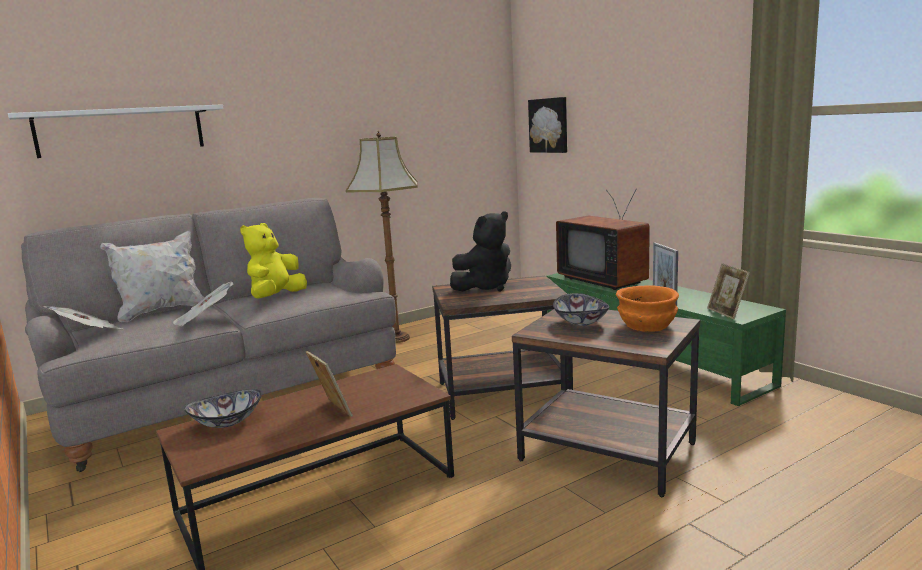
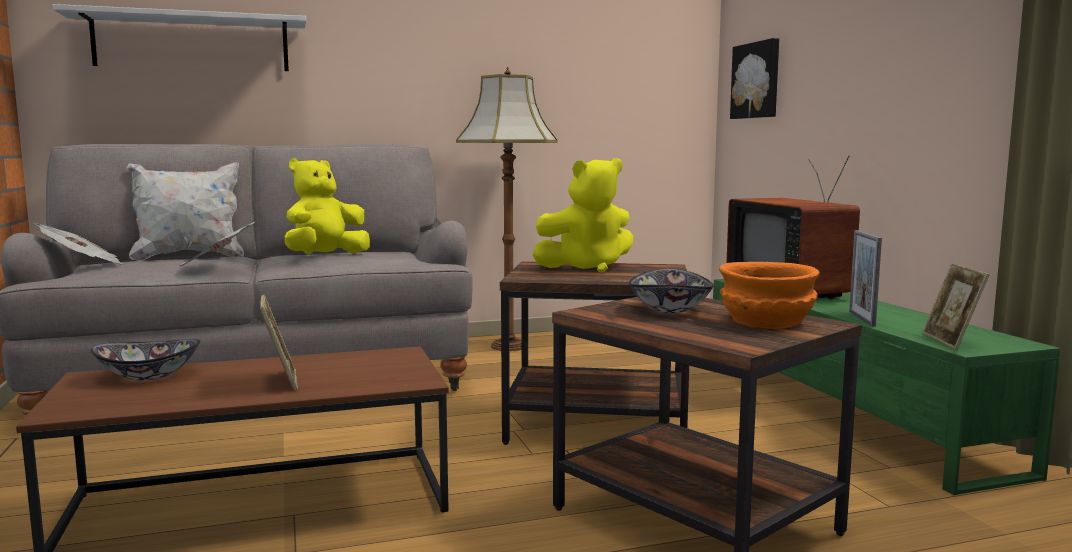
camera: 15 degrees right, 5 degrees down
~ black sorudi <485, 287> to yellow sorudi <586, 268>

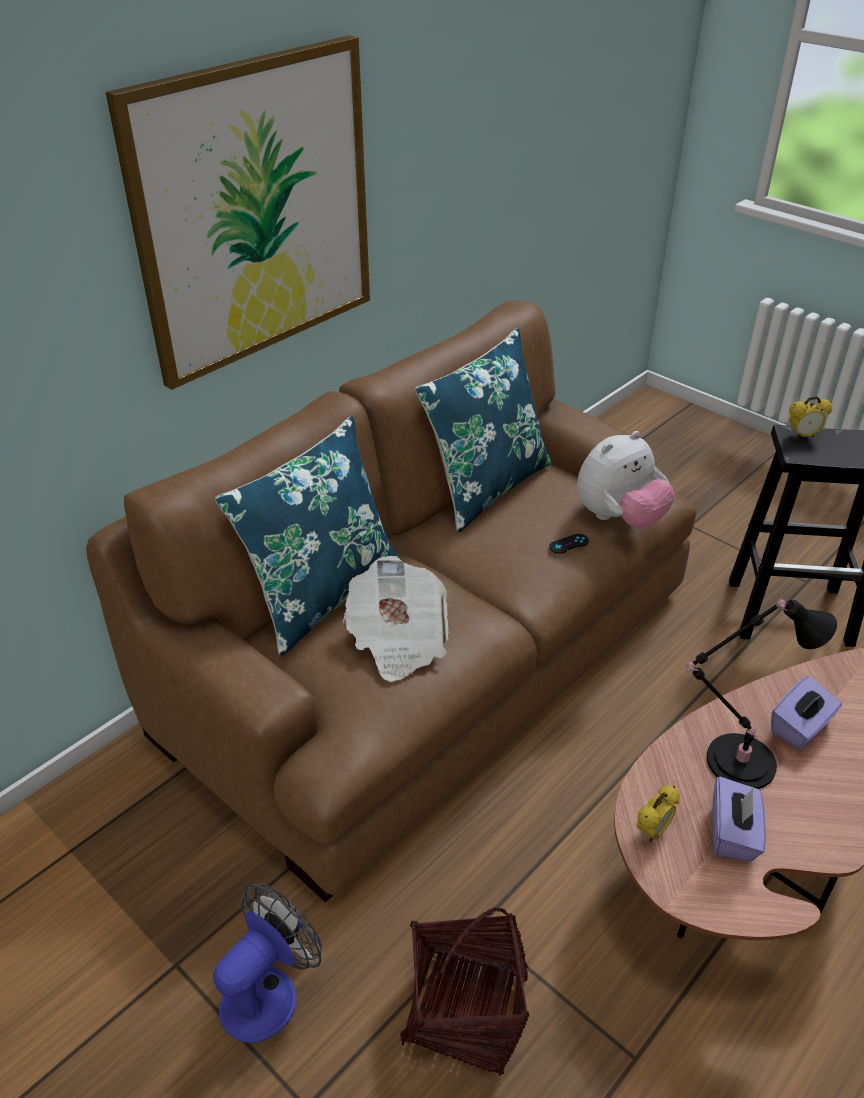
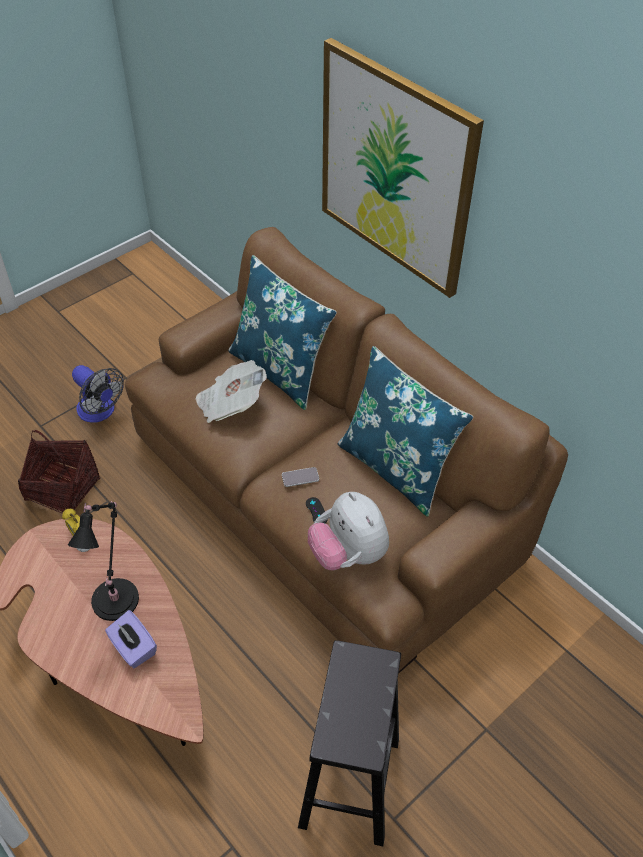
camera: 95 degrees right, 10 degrees up
- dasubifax <802, 436>
- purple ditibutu <733, 834>
+ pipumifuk <300, 477>

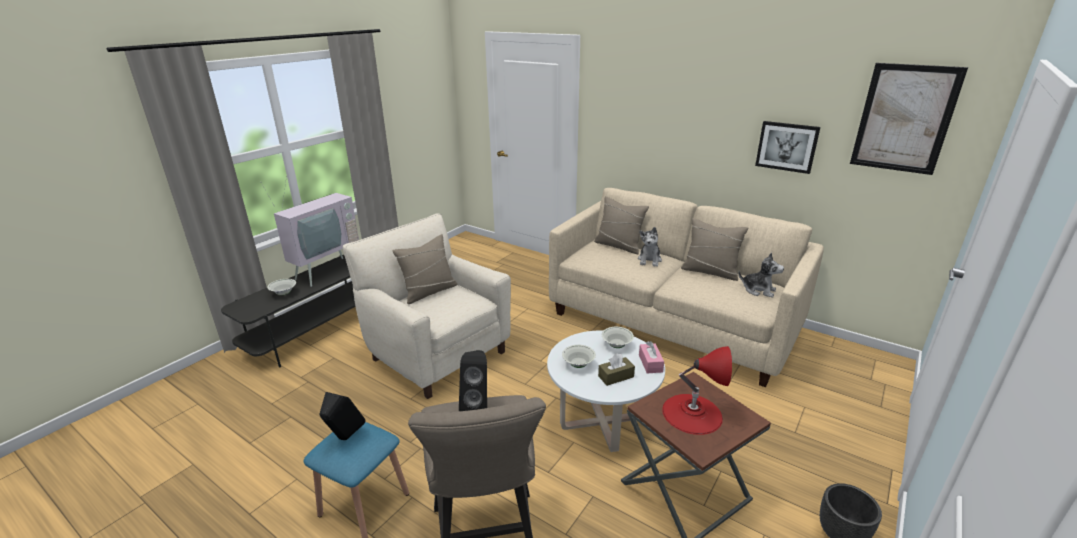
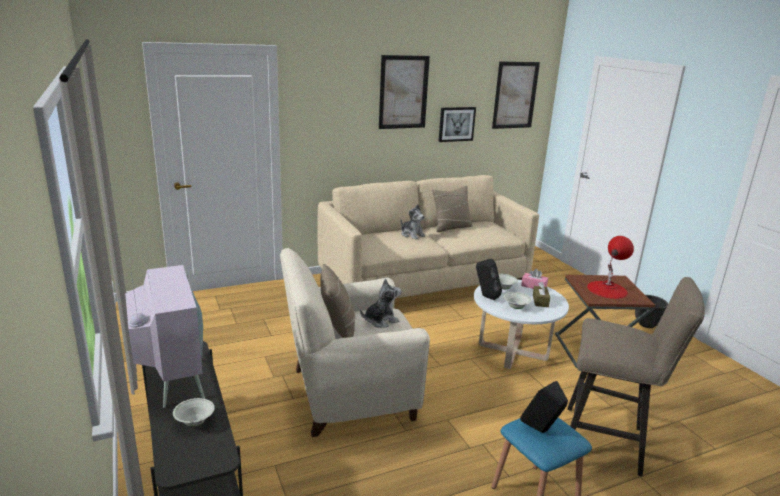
camera: 60 degrees left, 5 degrees down
- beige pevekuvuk <619, 246>
~ sorudi <758, 290> to <380, 321>
~ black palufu <478, 408> to <485, 296>
+ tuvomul <403, 92>

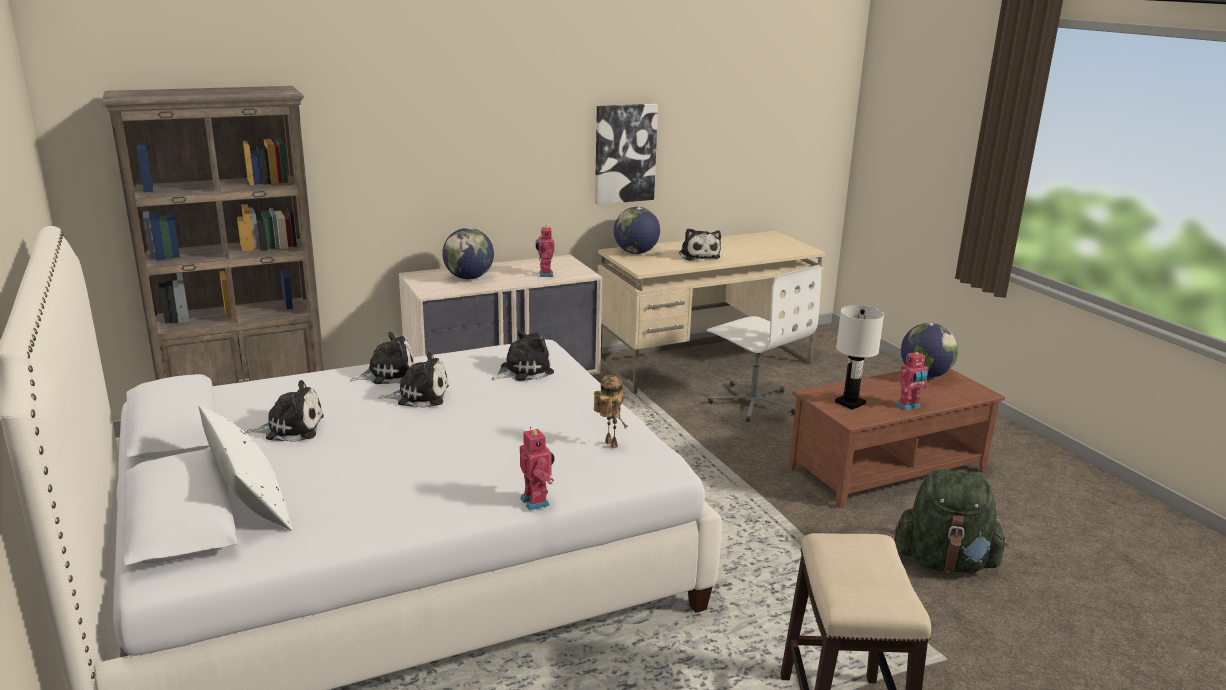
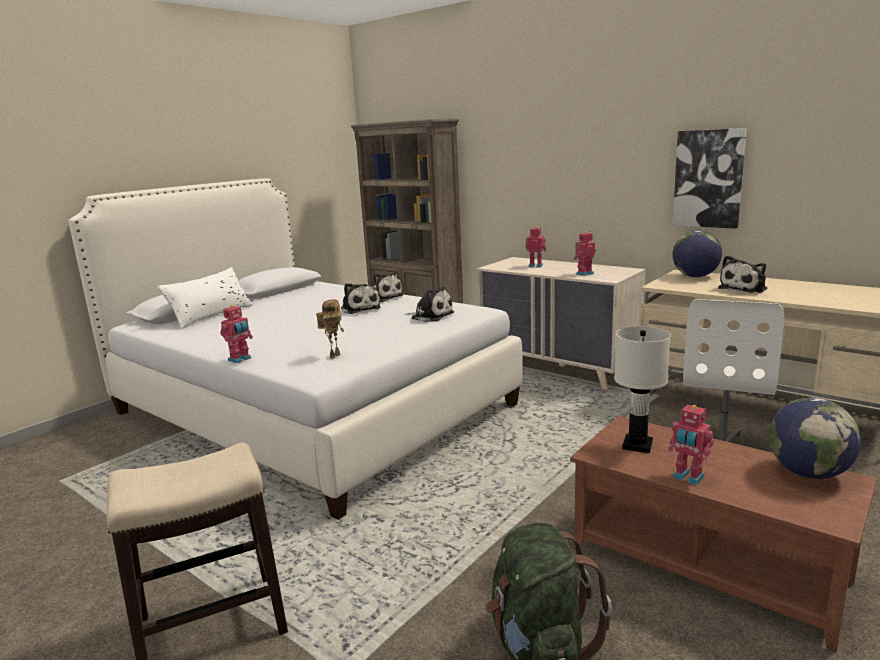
camera: 65 degrees right, 5 degrees down
~ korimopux <469, 278> to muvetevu <535, 266>
- sorudi <291, 428>

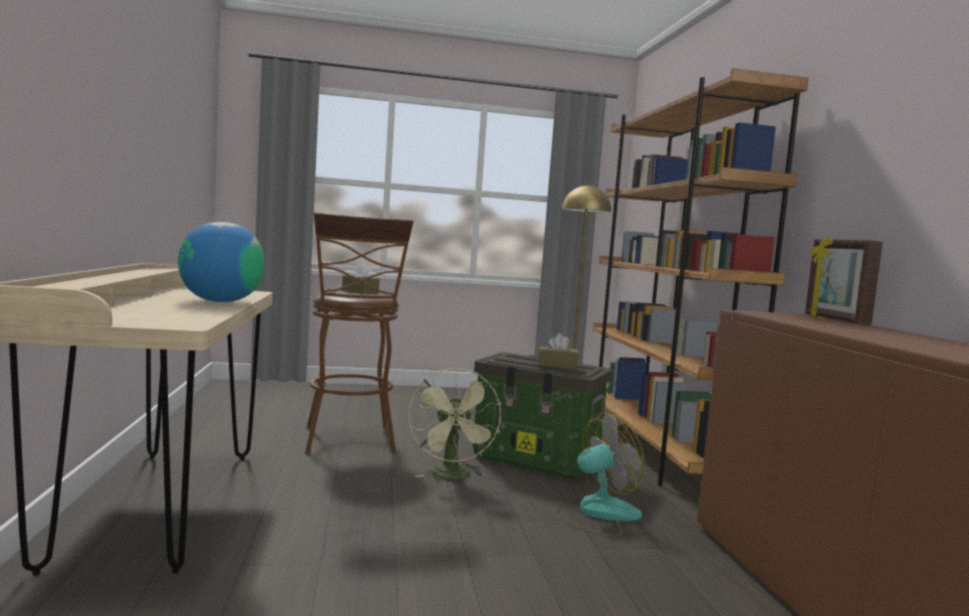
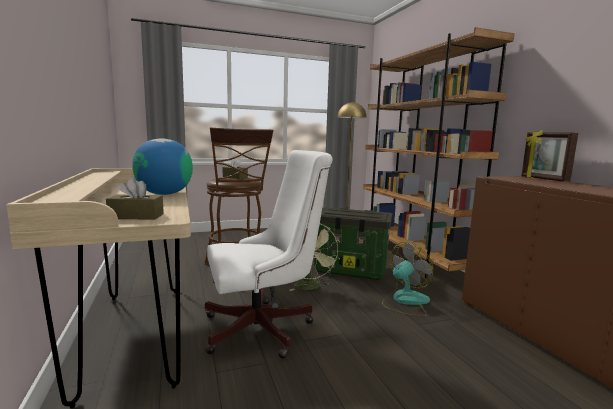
camera: 10 degrees left, 5 degrees up
~ brown ditibutu <557, 365> to <136, 216>
+ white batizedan <265, 328>

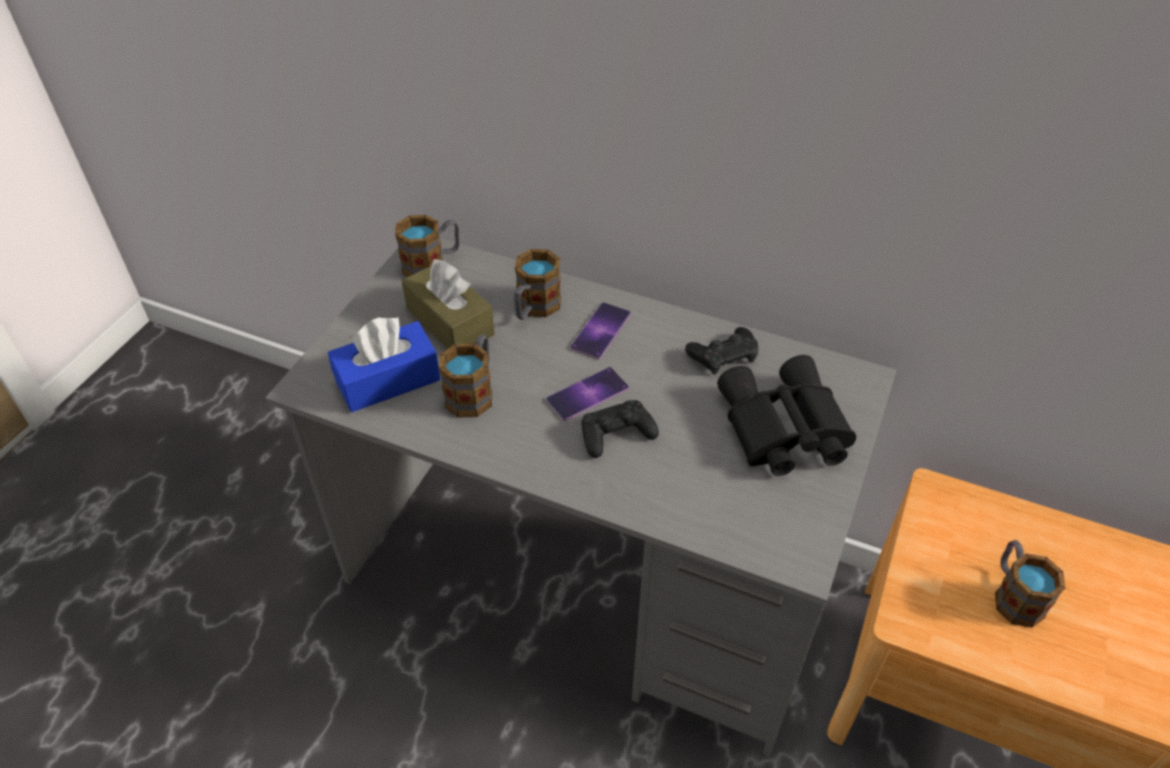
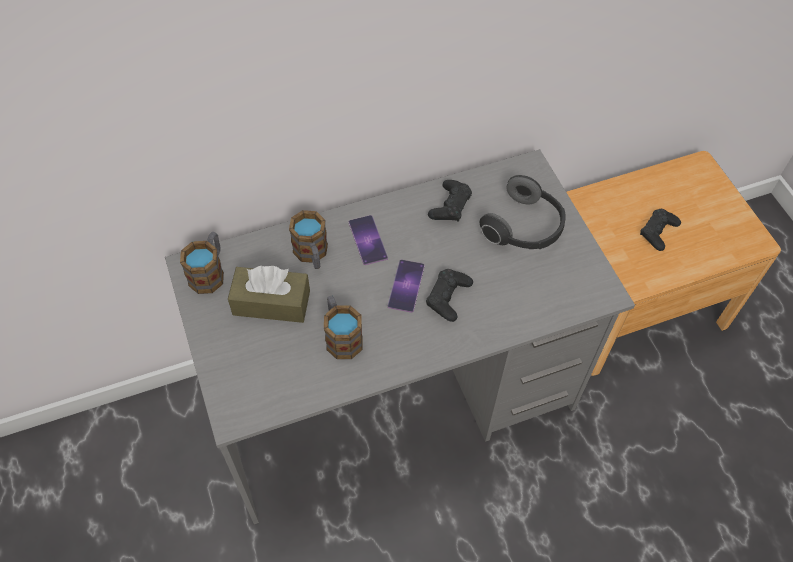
camera: 45 degrees left, 10 degrees up
- blue ditibutu <388, 380>
~ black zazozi <782, 429> to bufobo <524, 228>
~ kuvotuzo <1014, 595> to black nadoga <658, 232>

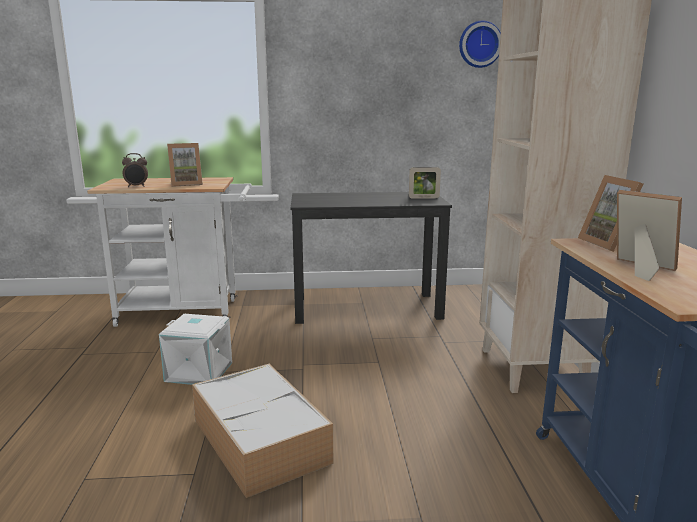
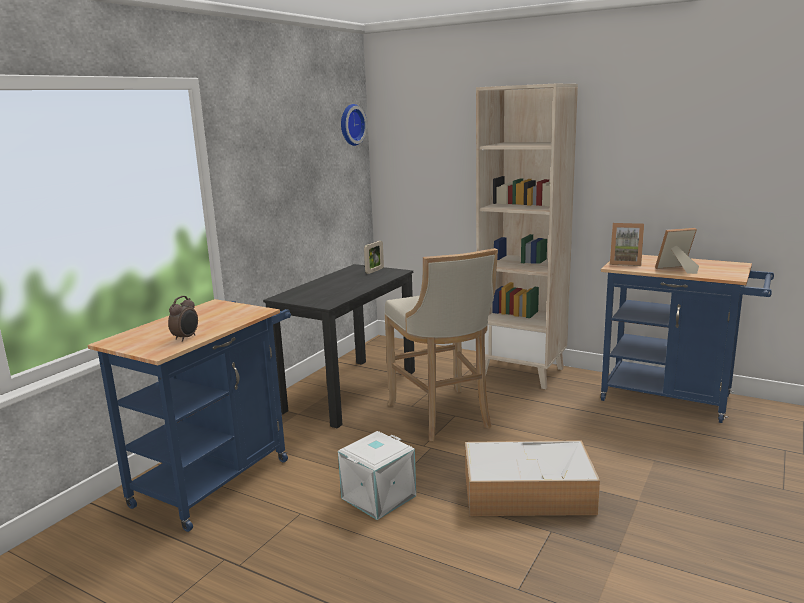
camera: 55 degrees left, 0 degrees up
- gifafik <186, 184>
~ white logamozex <186, 312> to blue logamozex <218, 477>
+ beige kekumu <443, 416>

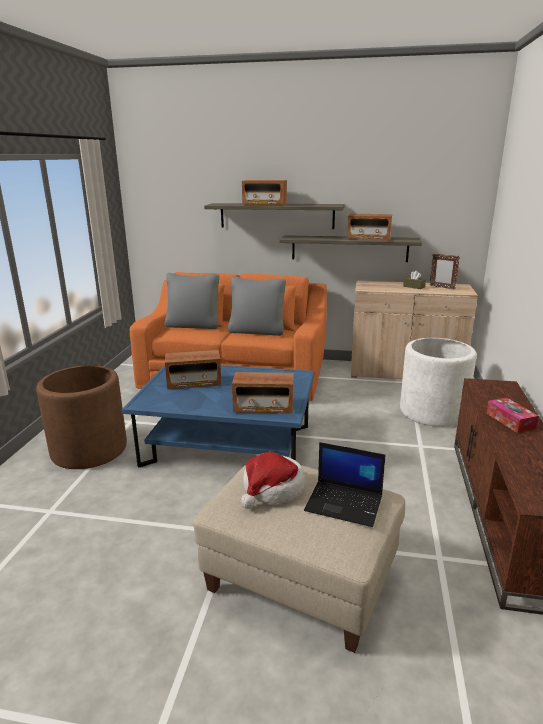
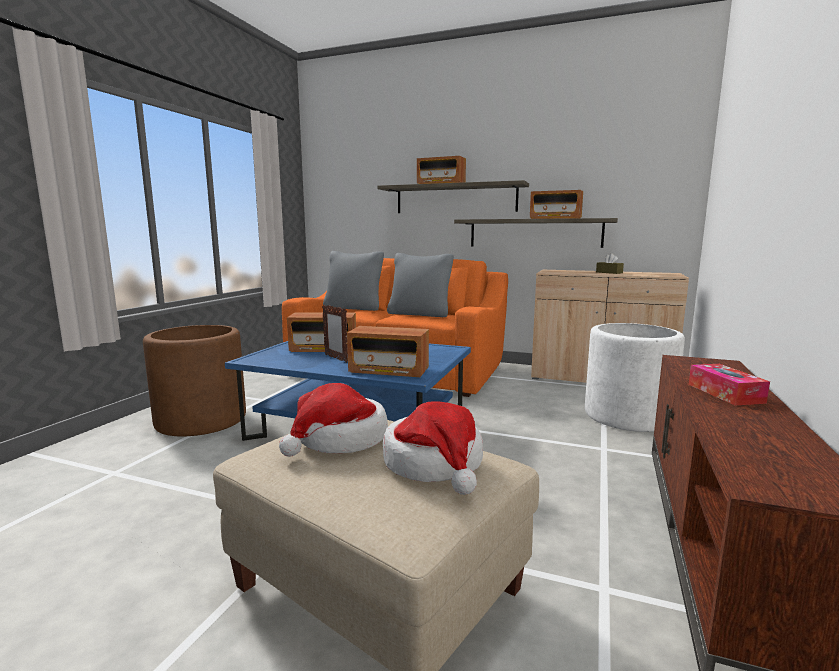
camera: 10 degrees right, 10 degrees down
~ gifafik <442, 287> to <336, 358>
~ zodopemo <345, 503> to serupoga <435, 464>

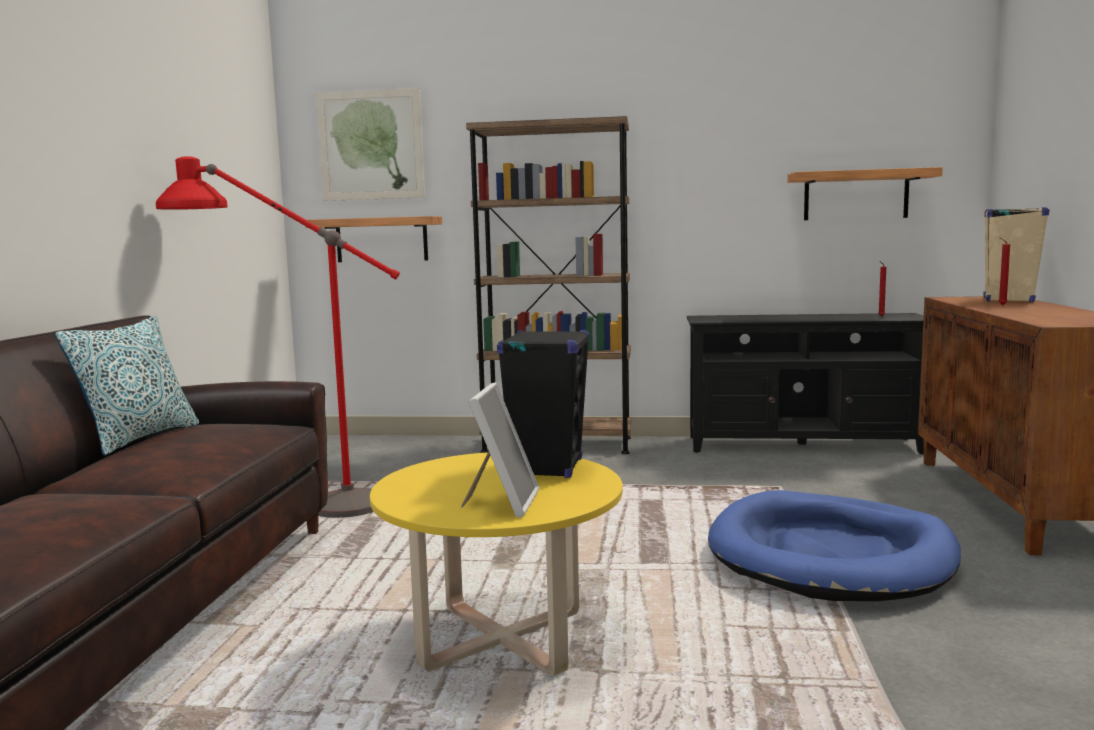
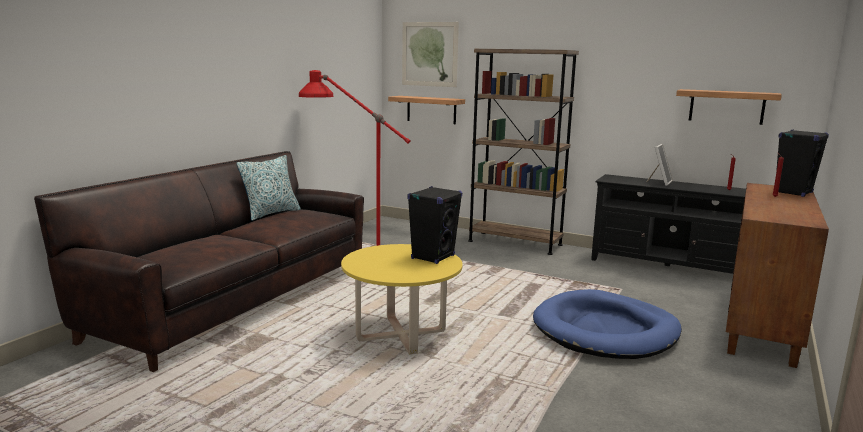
camera: 20 degrees right, 5 degrees up
~ beige palufu <1008, 300> to black palufu <793, 192>
~ gifafik <501, 503> to <659, 182>

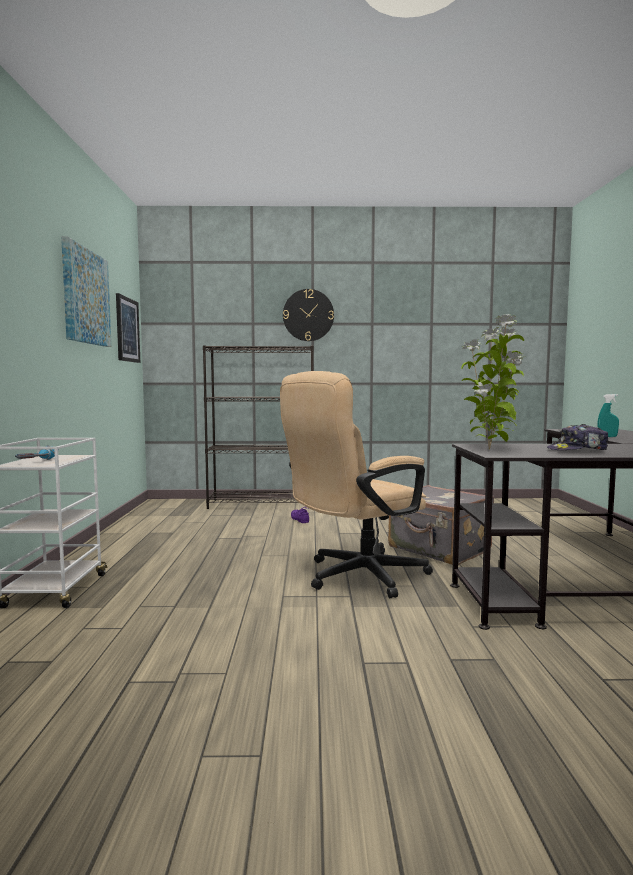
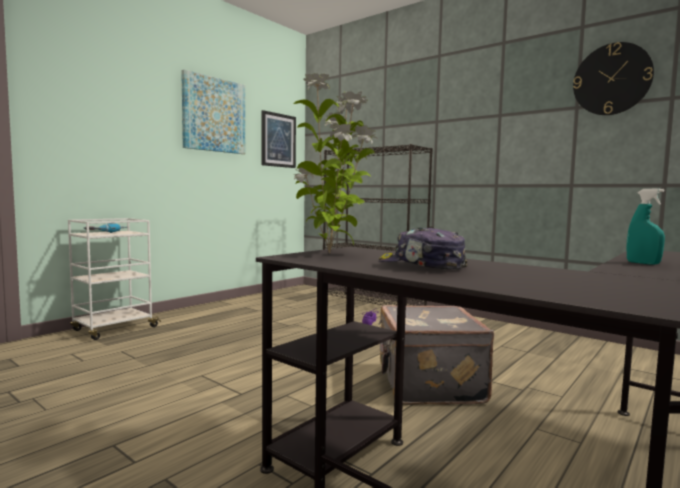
camera: 40 degrees right, 0 degrees up
~ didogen <308, 315> to <612, 79>
- beige batizedan <355, 577>

